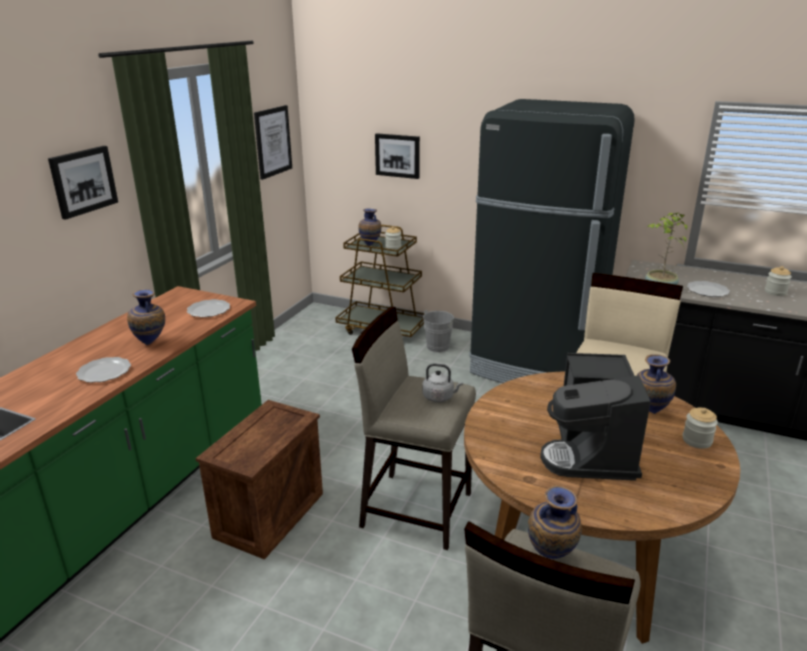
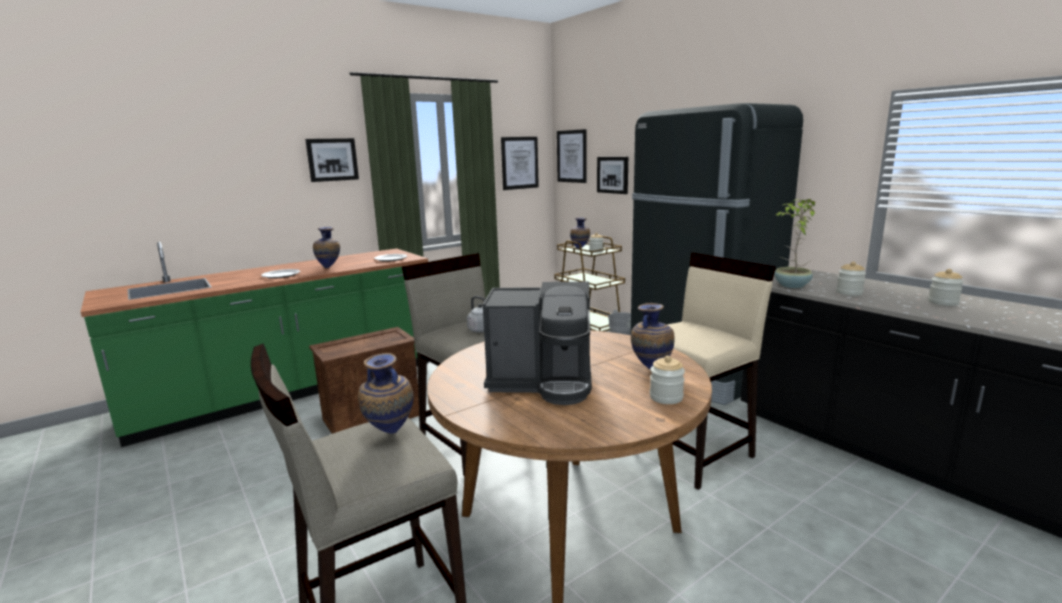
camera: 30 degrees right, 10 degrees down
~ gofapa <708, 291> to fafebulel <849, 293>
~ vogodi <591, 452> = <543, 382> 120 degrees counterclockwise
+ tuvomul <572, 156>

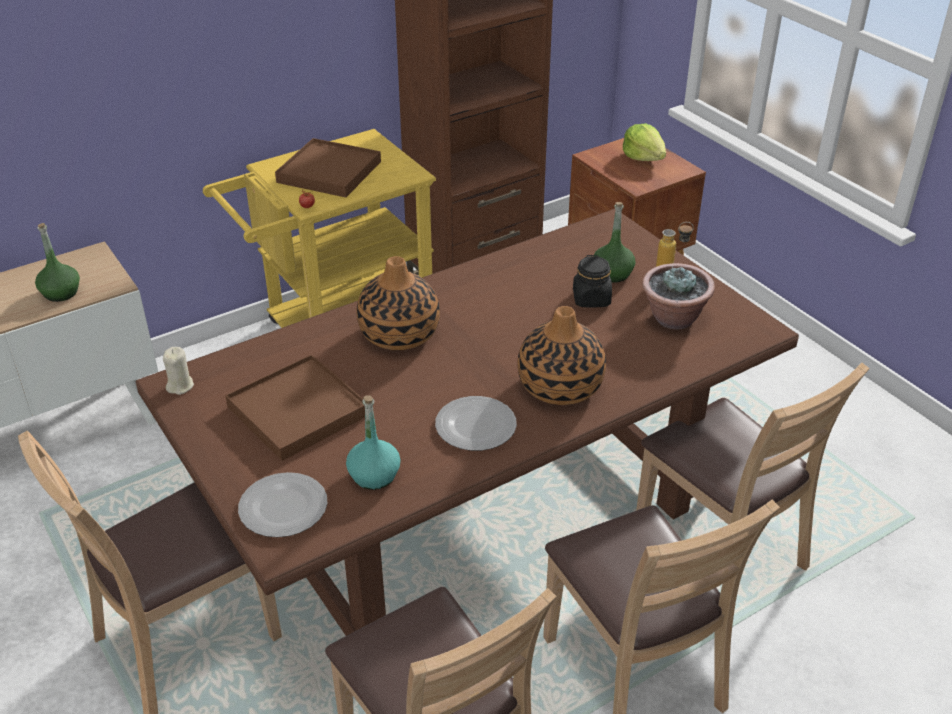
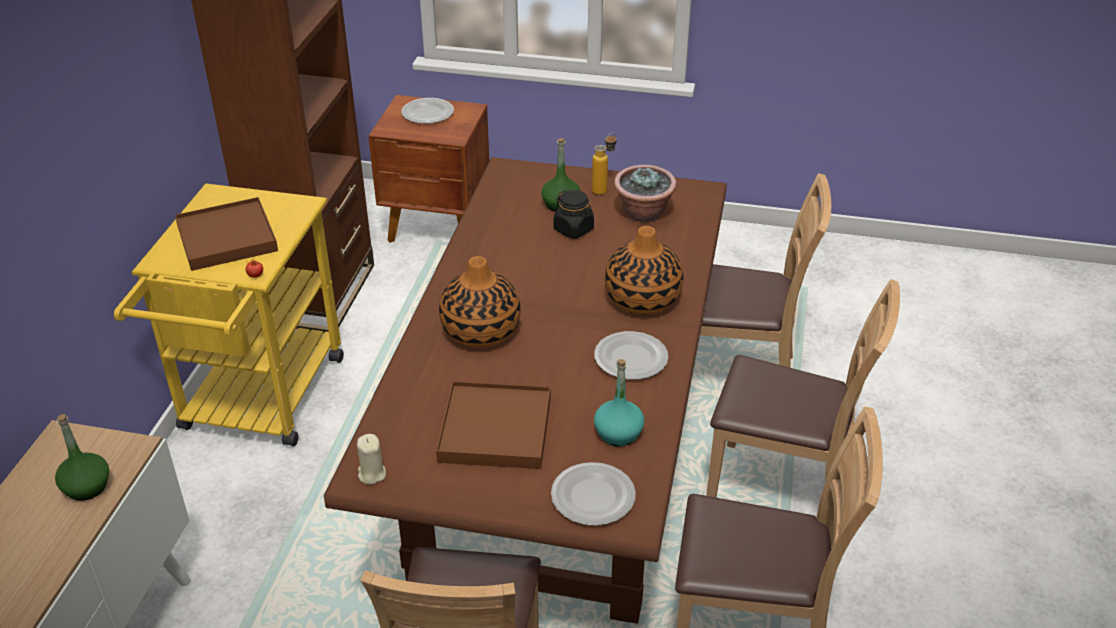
camera: 45 degrees left, 0 degrees up
~ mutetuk <644, 157> to gofapa <427, 113>

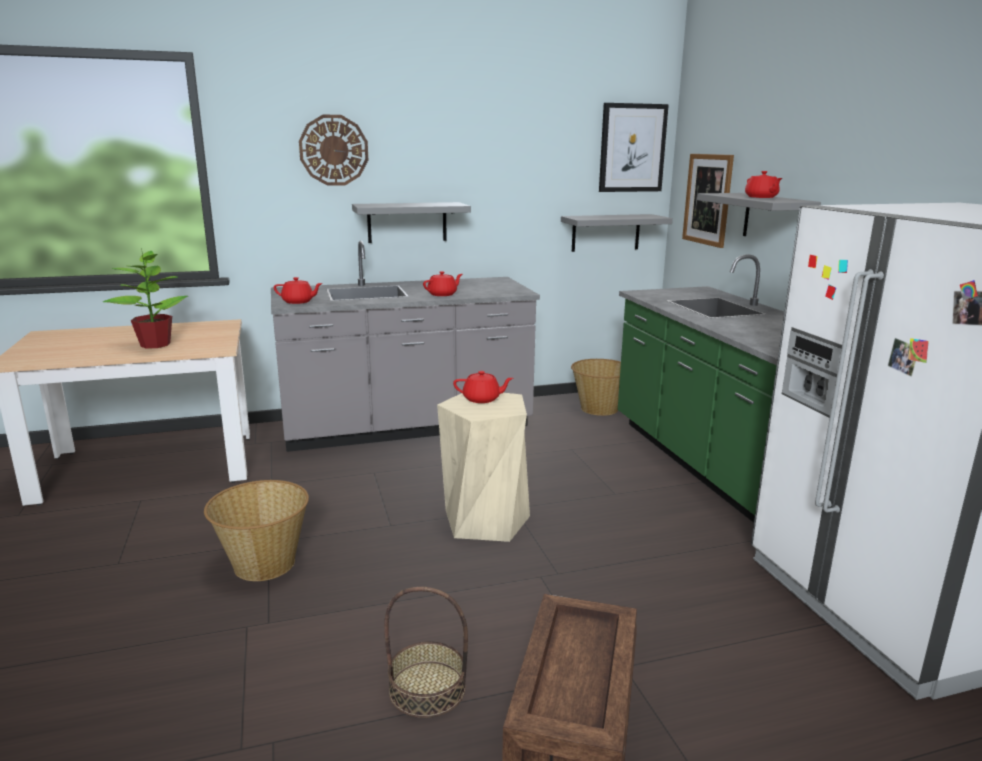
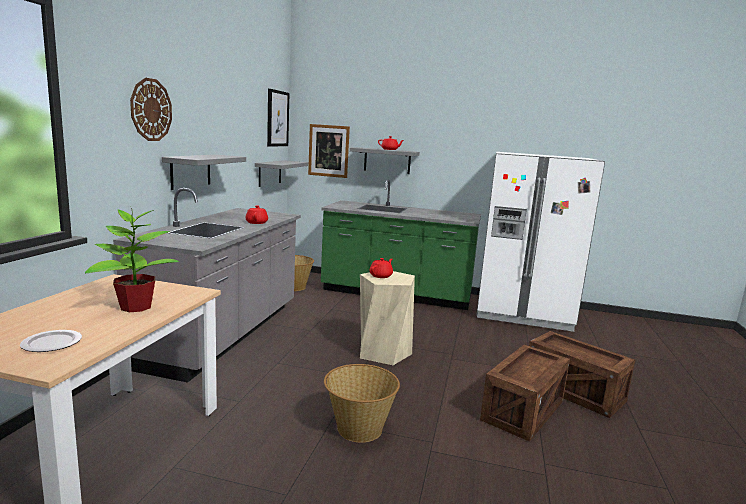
camera: 60 degrees left, 5 degrees down
- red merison <298, 302>
~ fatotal <427, 688> to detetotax <523, 411>
+ gofapa <52, 343>

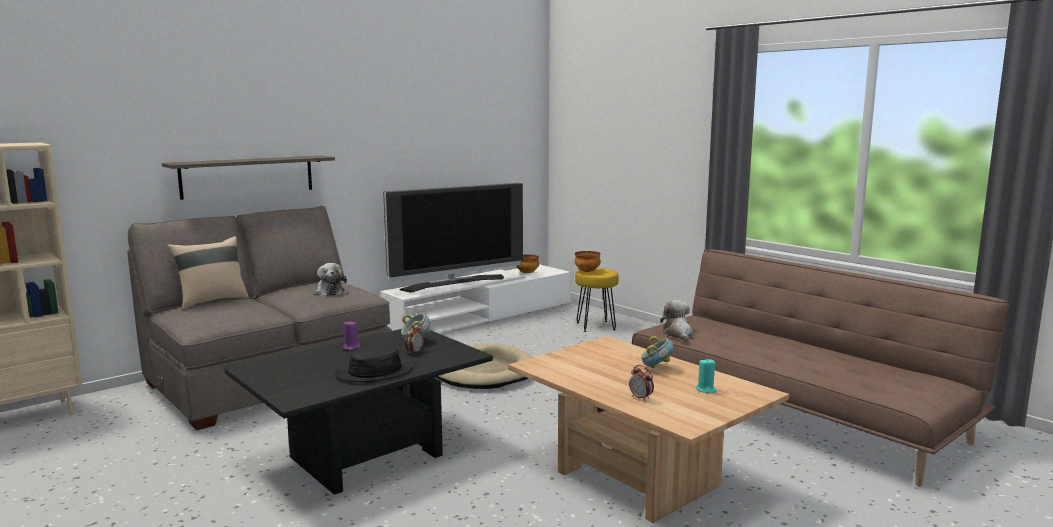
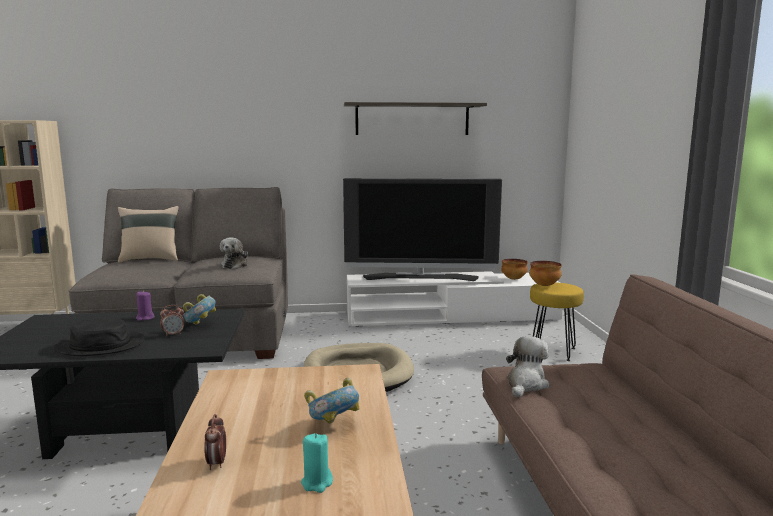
camera: 35 degrees right, 0 degrees up
~ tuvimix <248, 176> to <412, 119>

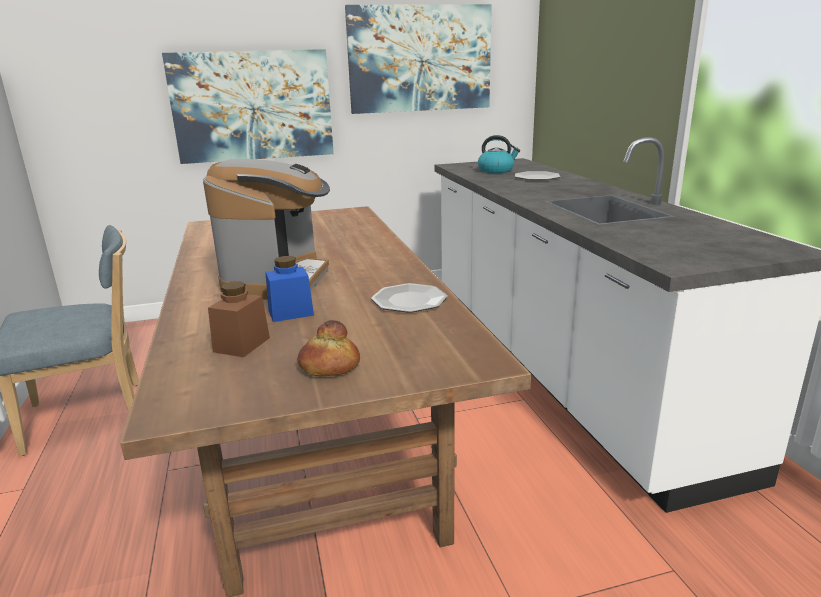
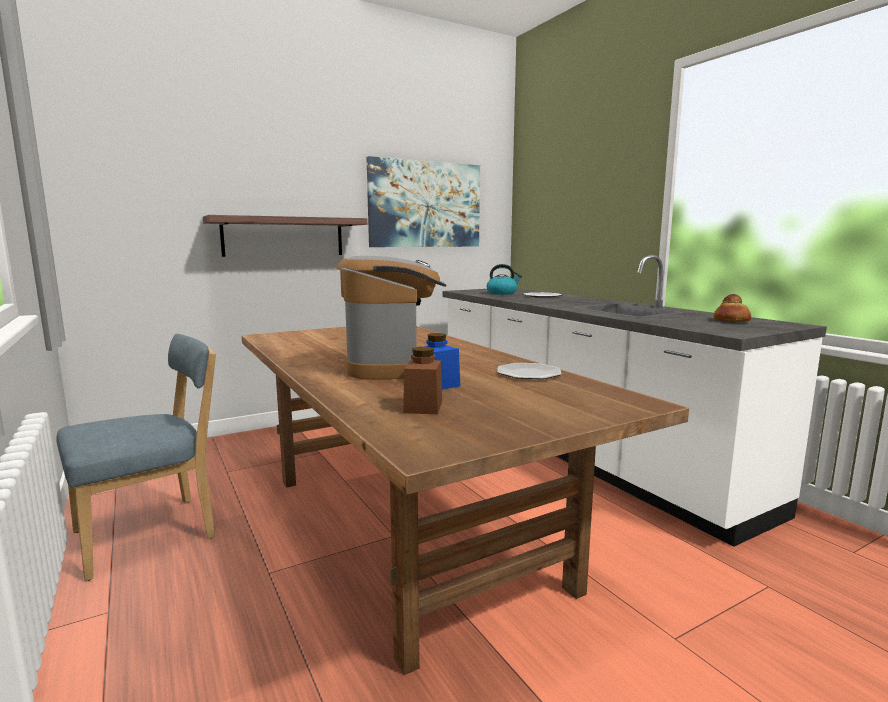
camera: 15 degrees left, 10 degrees down
~ tuvomul <253, 106> to tuvimix <283, 237>
~ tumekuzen <329, 366> to <731, 321>

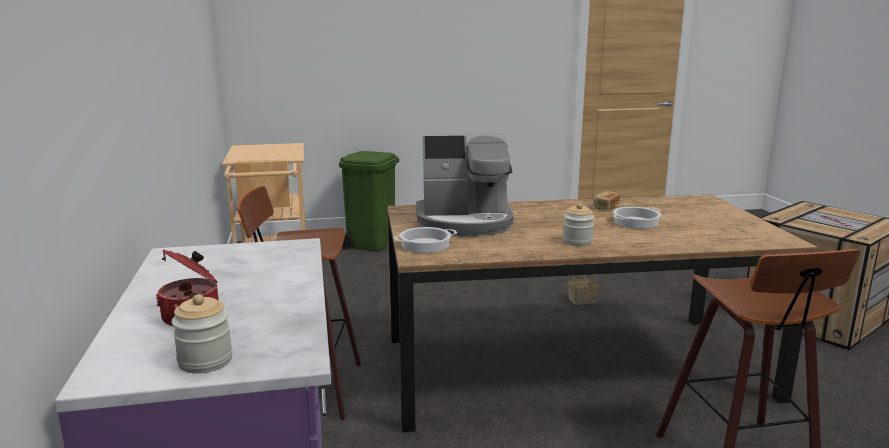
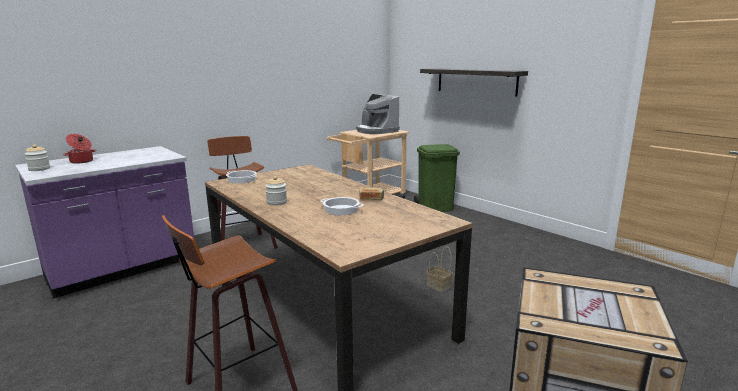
camera: 60 degrees right, 0 degrees up
~ vogodi <465, 222> to <376, 131>
+ tuvimix <476, 81>

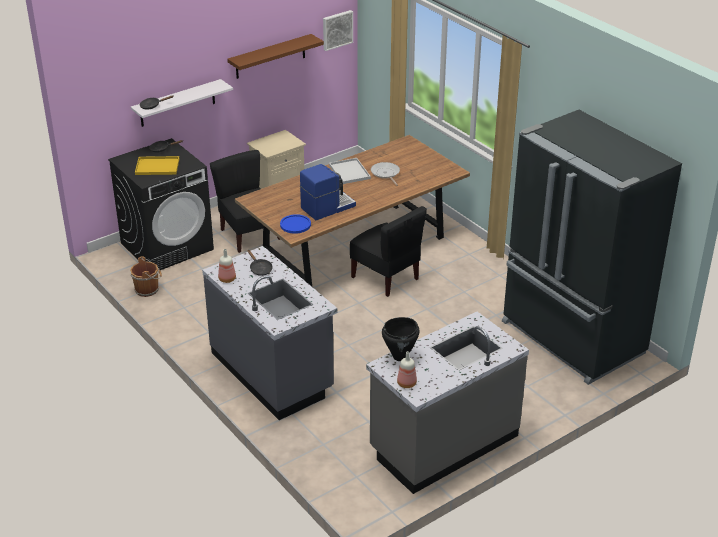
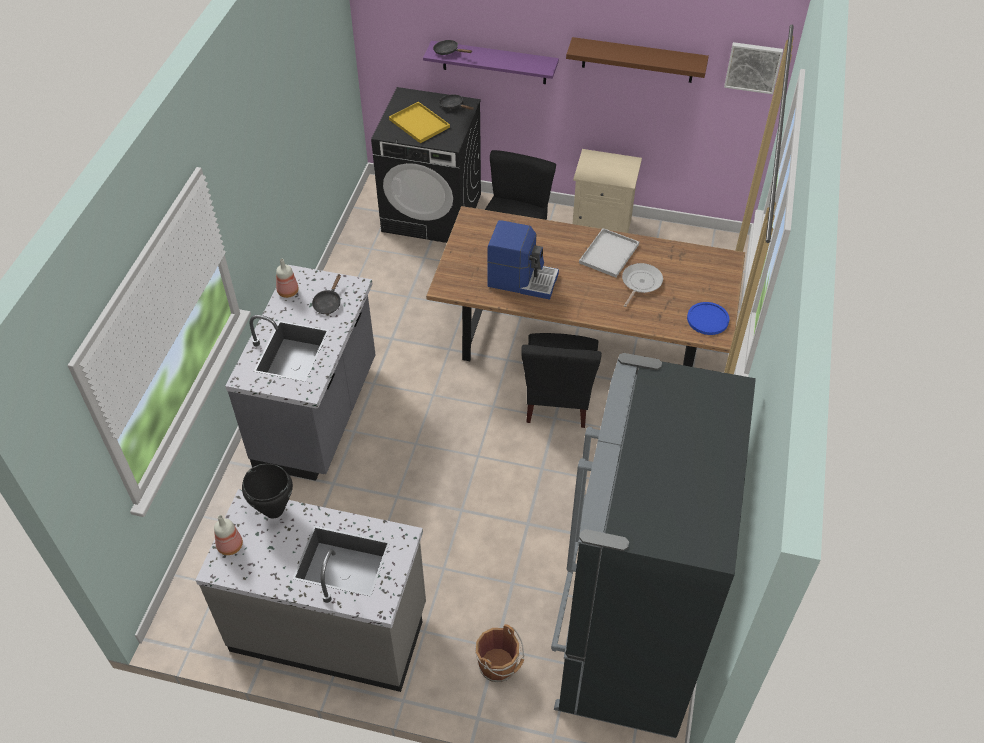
camera: 50 degrees right, 15 degrees up
~ white tuvimix <177, 103> to purple tuvimix <494, 62>
~ blue gofapa <295, 225> to <707, 319>
~ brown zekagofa <148, 289> to <499, 666>

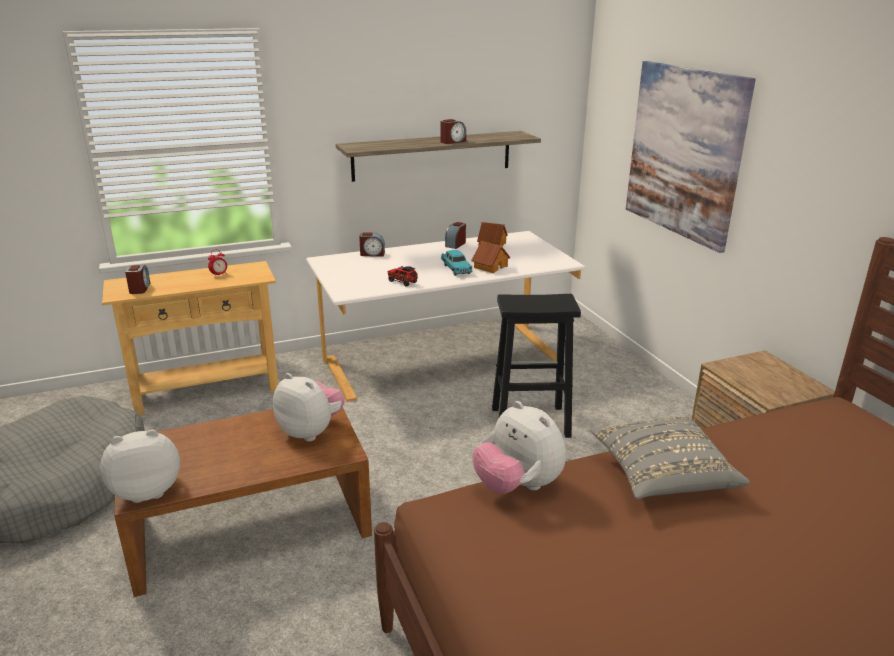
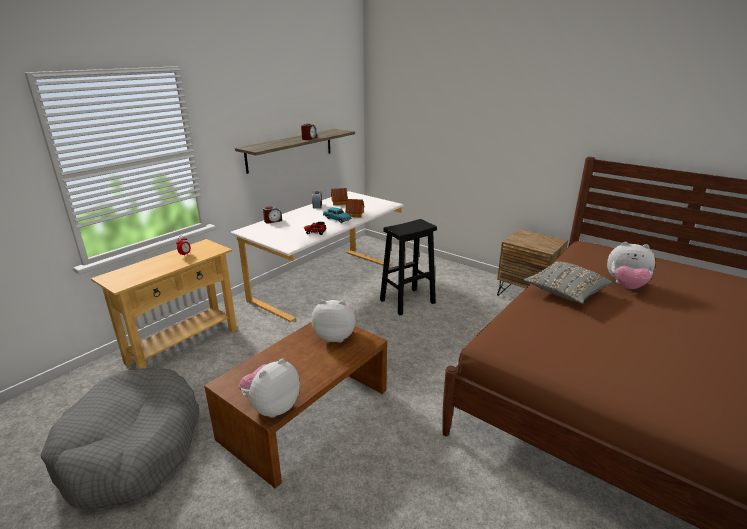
camera: 30 degrees left, 0 degrees up
- tuvomul <684, 152>
- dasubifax <140, 288>
~ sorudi <517, 486> to <626, 286>

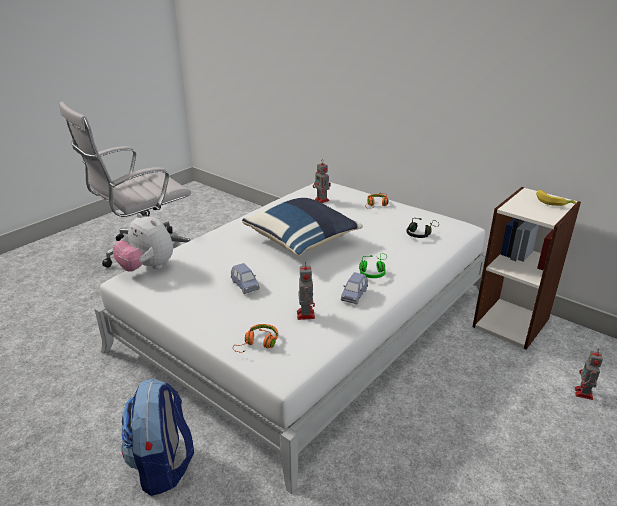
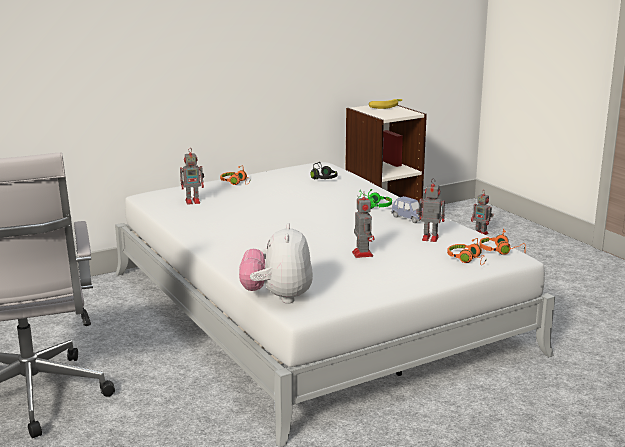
camera: 70 degrees left, 10 degrees down
- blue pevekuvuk <302, 240>
~ sorudi <147, 268> = <277, 297> 120 degrees clockwise
~ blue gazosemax <245, 286> to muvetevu <362, 253>
- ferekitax <163, 465>
+ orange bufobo <501, 251>

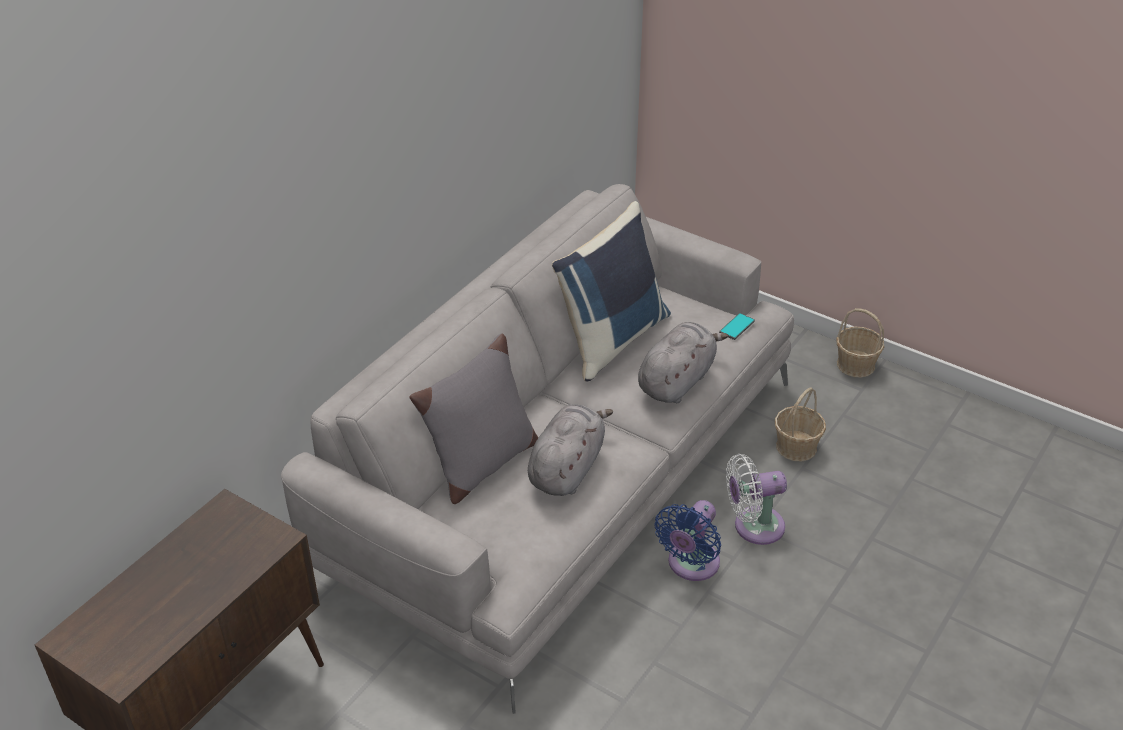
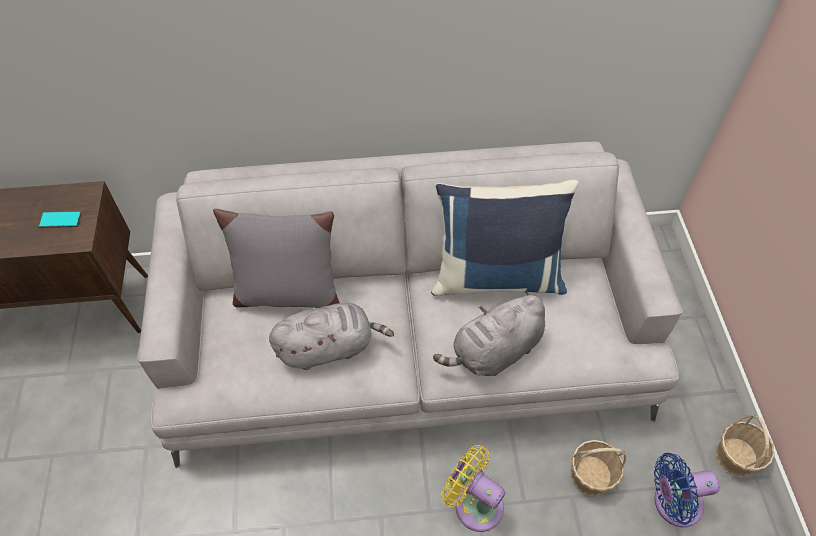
camera: 50 degrees right, 15 degrees up
~ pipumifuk <737, 327> to <60, 220>
~ grey sorudi <677, 381> = <494, 352> 150 degrees clockwise
~ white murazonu <753, 526> to yellow murazonu <474, 503>
~ blue murazonu <690, 565> to <672, 503>

